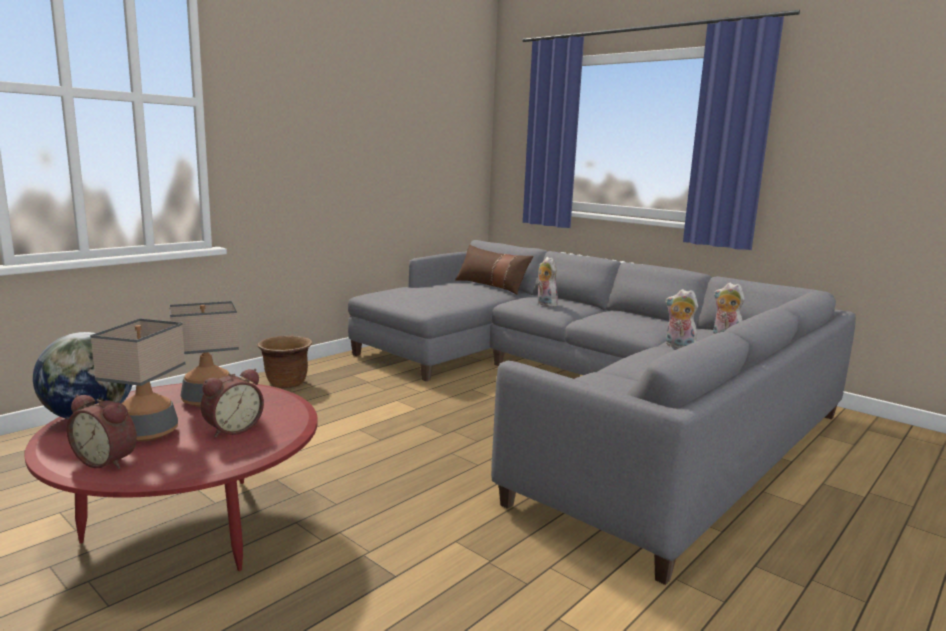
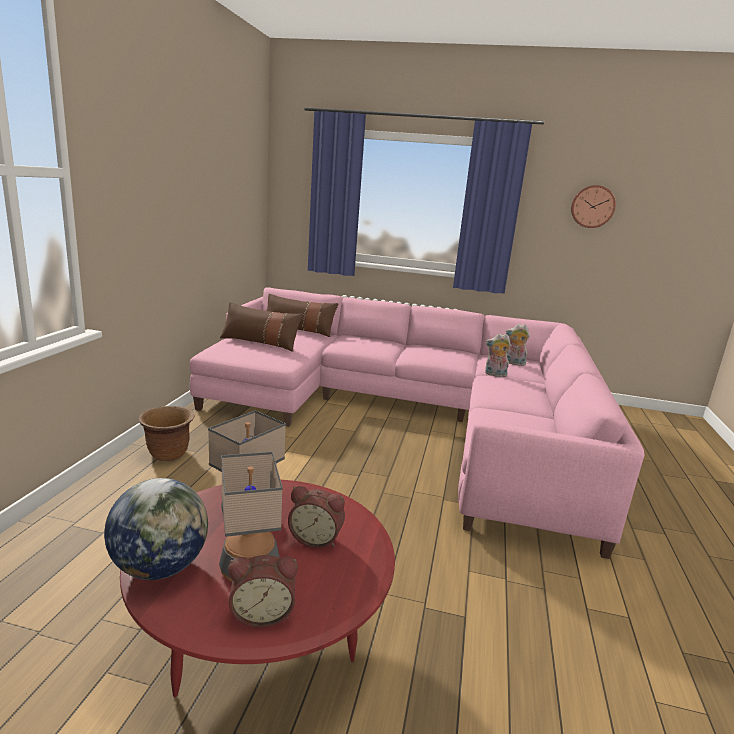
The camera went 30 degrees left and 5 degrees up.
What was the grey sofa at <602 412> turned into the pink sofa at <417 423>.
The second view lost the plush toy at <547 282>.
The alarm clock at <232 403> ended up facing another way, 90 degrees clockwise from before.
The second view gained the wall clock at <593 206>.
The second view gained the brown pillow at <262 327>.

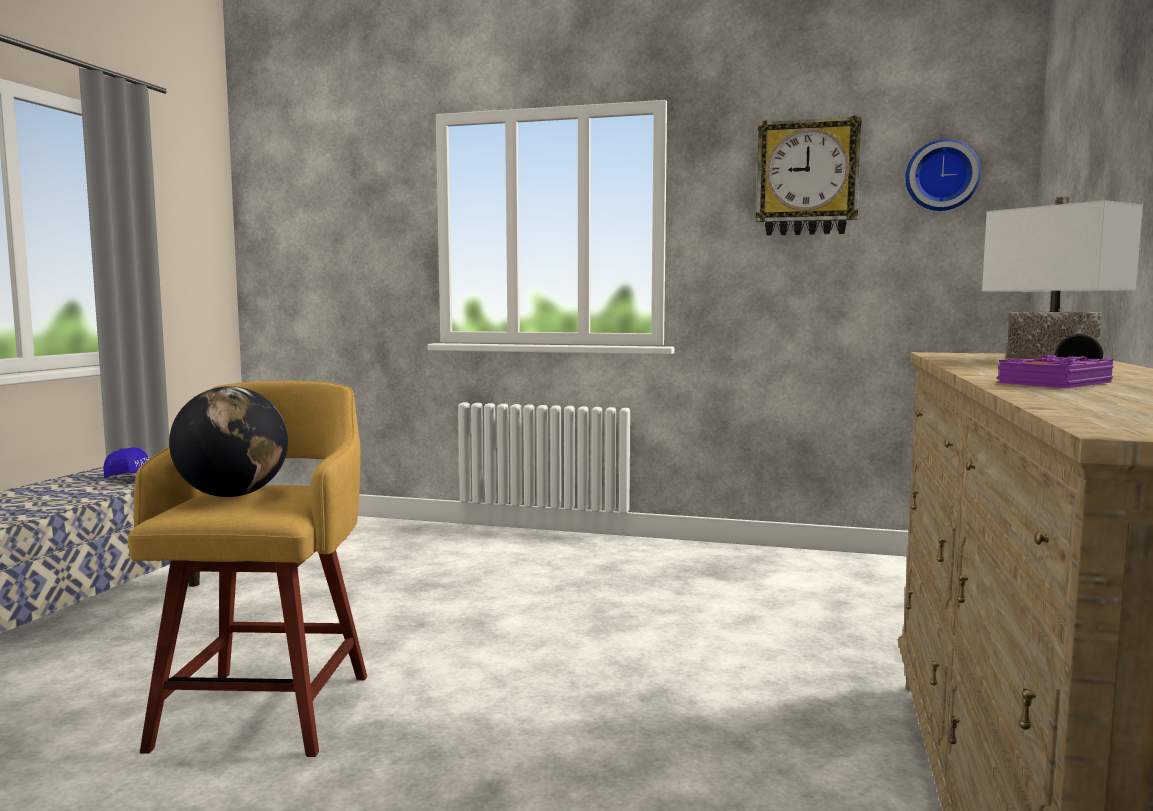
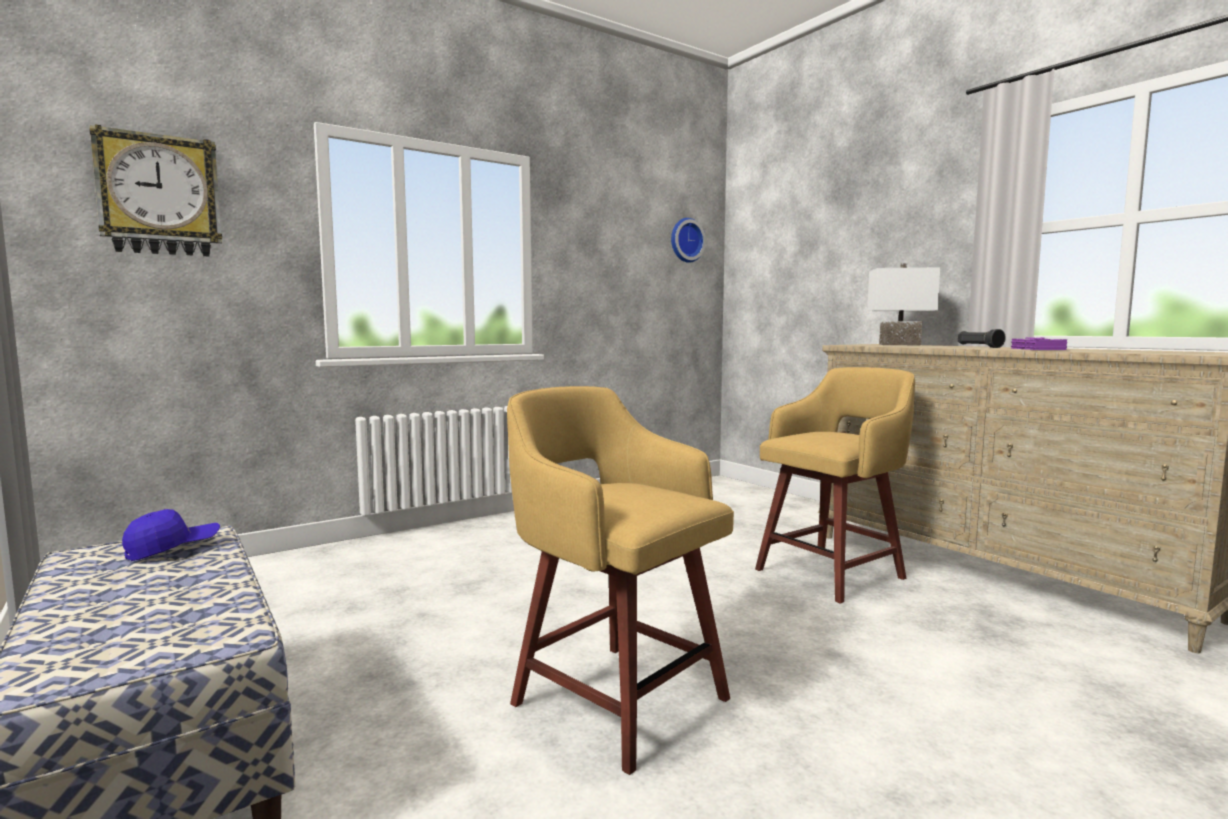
The camera went 50 degrees left and 0 degrees up.
The wall clock ended up elsewhere, having gone from <809 176> to <155 190>.
The second view lost the globe at <228 441>.
The second view gained the yellow stool at <835 485>.

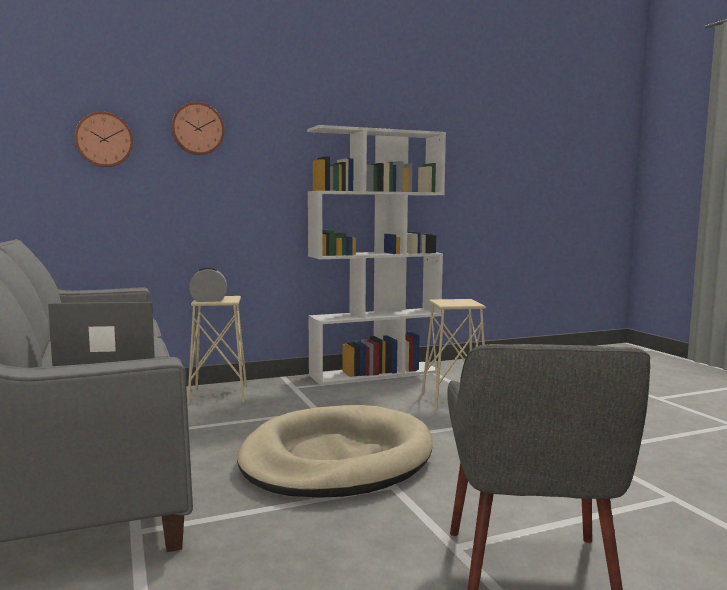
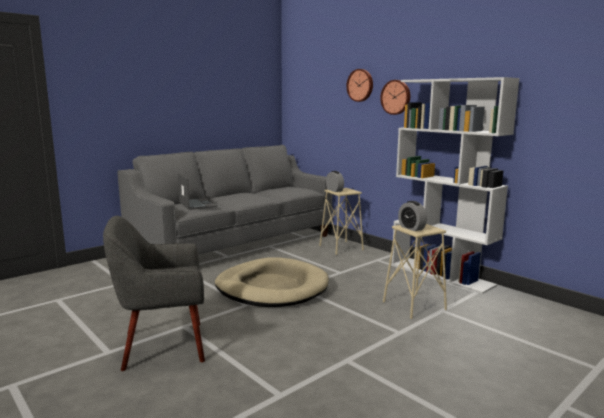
The camera went 70 degrees right and 5 degrees up.
The wall clock ended up elsewhere, having gone from <104 139> to <395 97>.
The second view gained the alarm clock at <412 216>.

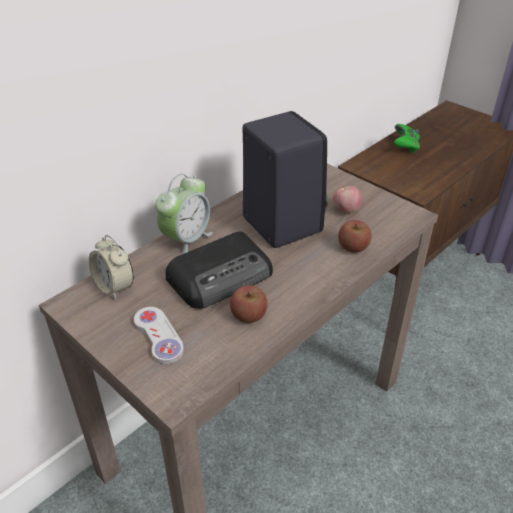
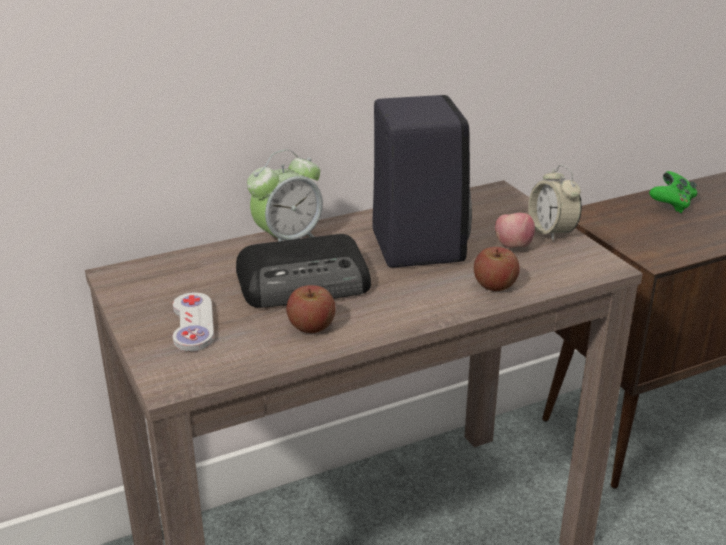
The camera went 20 degrees right and 10 degrees down.
The alarm clock ended up elsewhere, having gone from <111 267> to <555 202>.

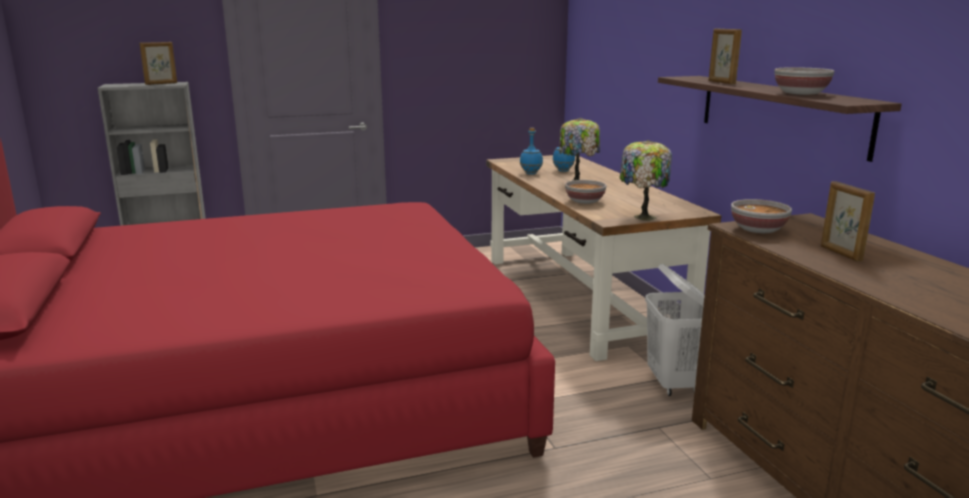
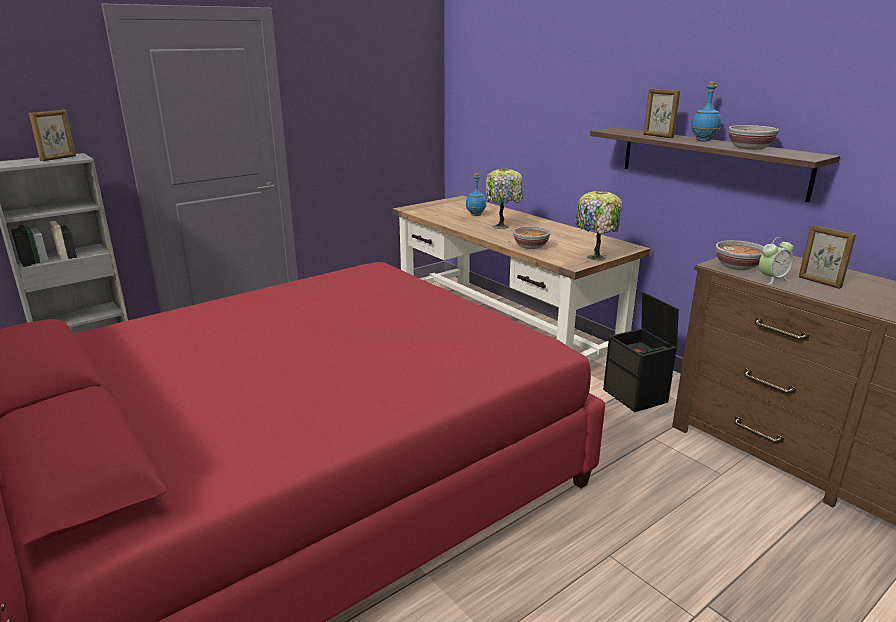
The camera went 20 degrees left and 5 degrees up.
The blue bottle ended up elsewhere, having gone from <531 151> to <705 112>.
Where the white laundry basket stood at <675 330>, the black storage box came to stand at <641 352>.
The second view gained the alarm clock at <776 261>.

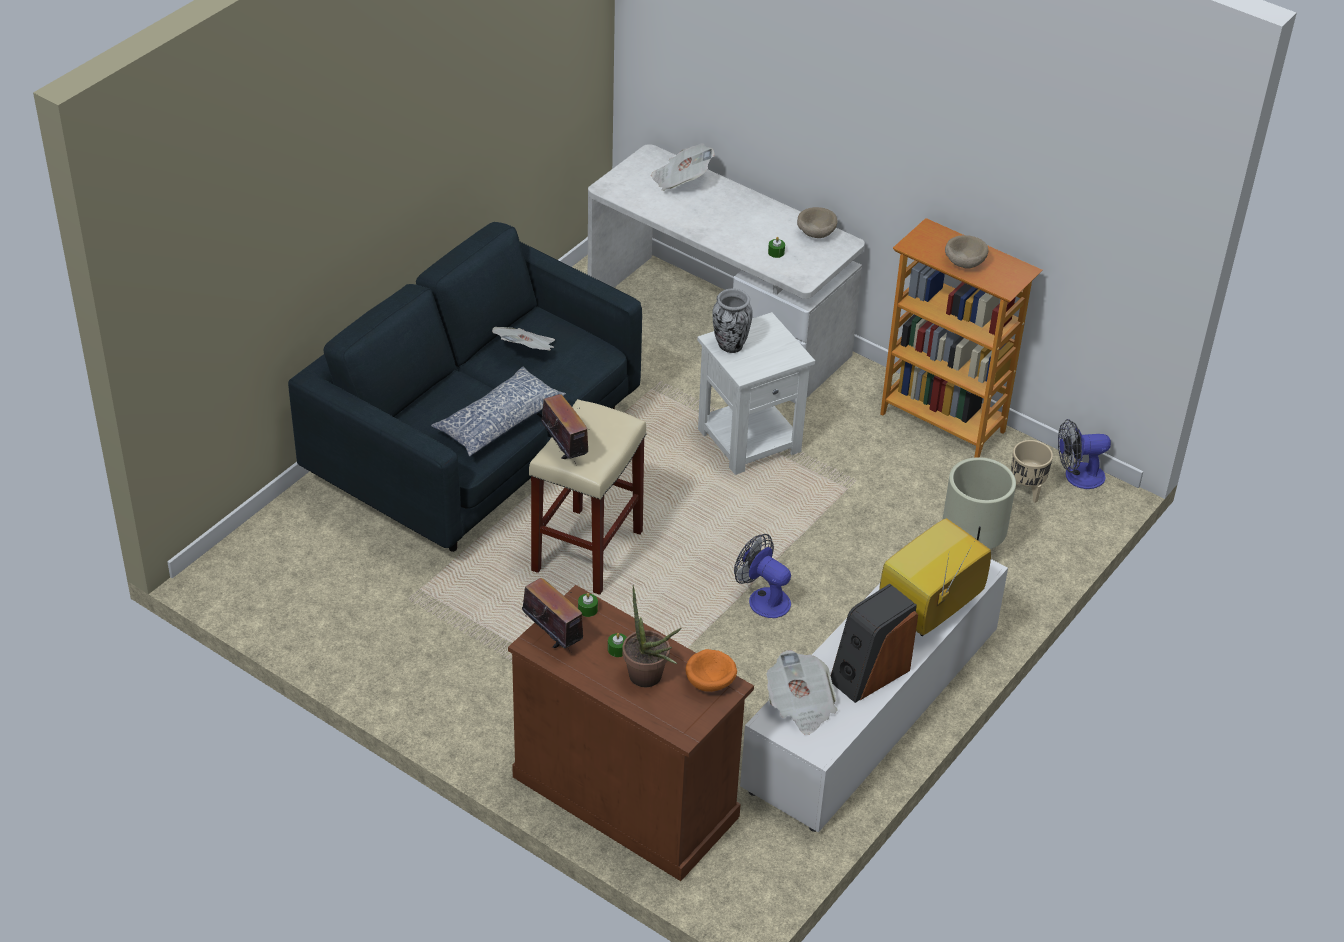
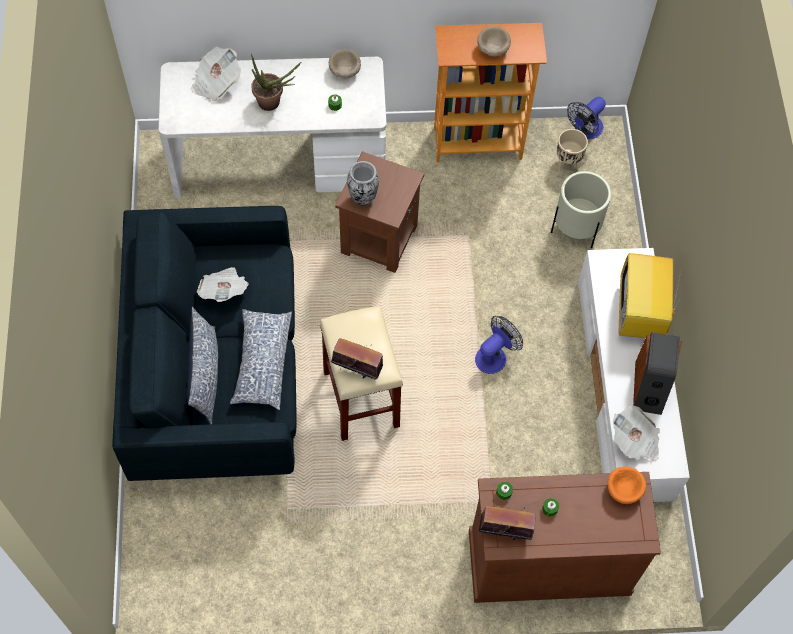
The camera went 40 degrees left and 20 degrees up.
What was the white side table at <756 393> turned into the brown side table at <379 212>.
The fan at <762 576> ended up facing another way, 135 degrees clockwise from before.
The potted plant ended up elsewhere, having gone from <652 635> to <276 82>.
The second view gained the pillow at <202 365>.

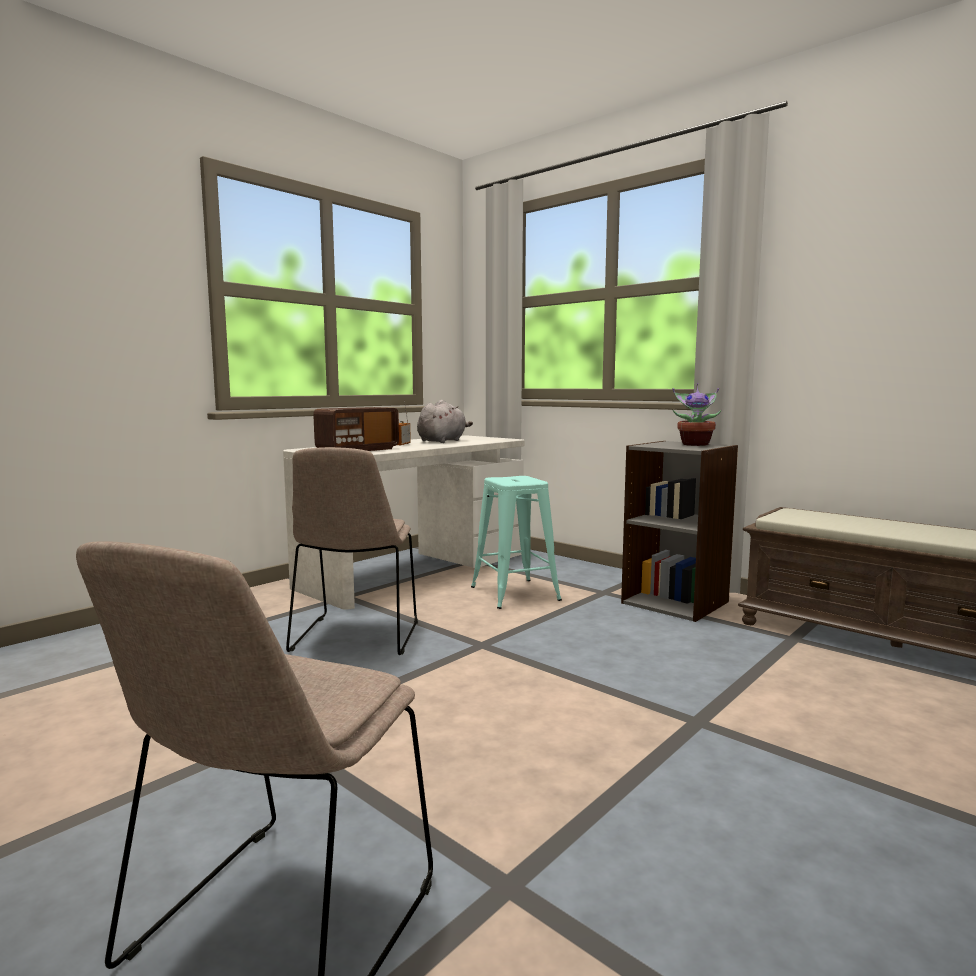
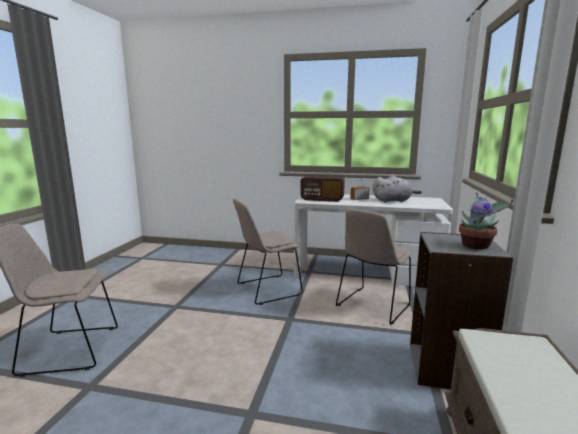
The camera went 60 degrees right and 5 degrees up.
Where the turquoise stool stood at <516 542>, the beige chair came to stand at <373 267>.

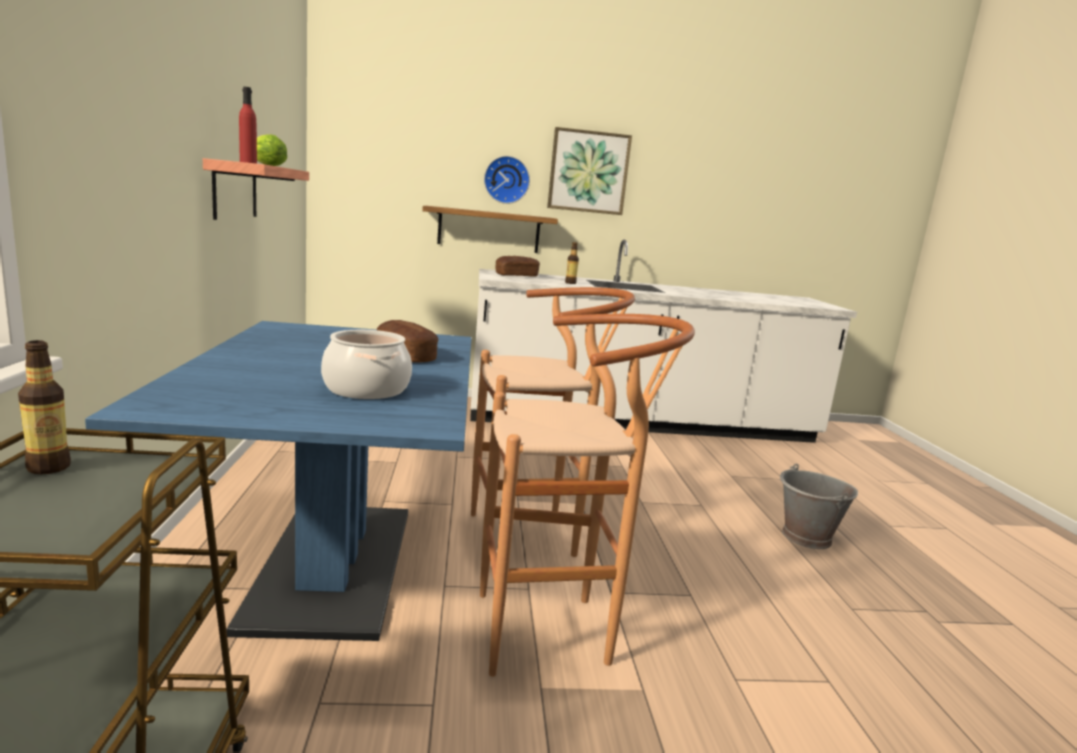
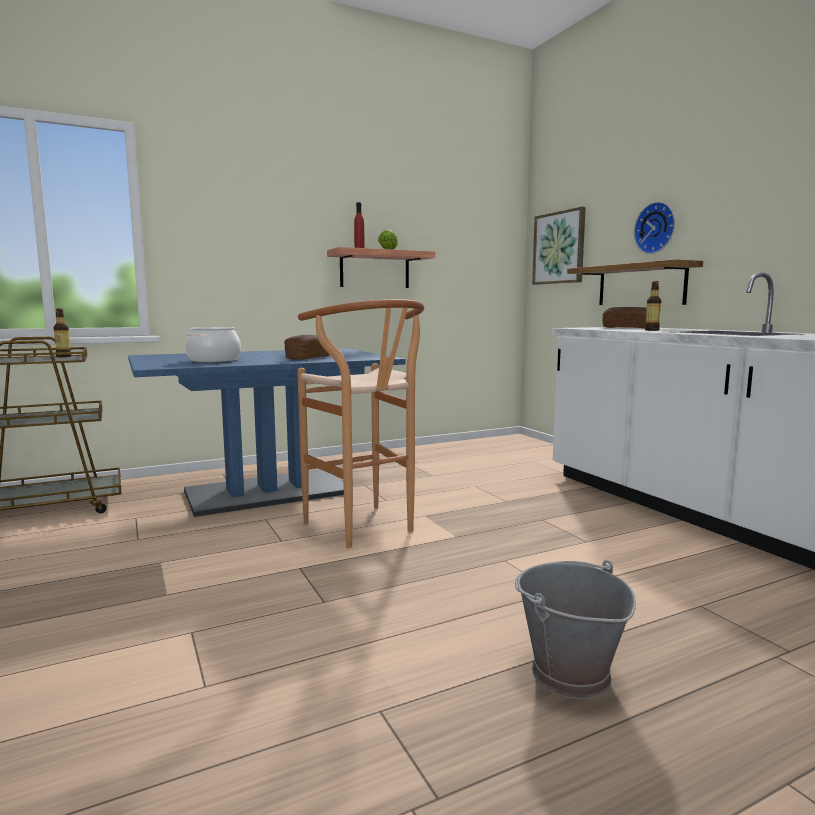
The camera went 70 degrees right and 5 degrees down.
The picture ended up elsewhere, having gone from <589 171> to <559 245>.
The second view lost the brown stool at <587 495>.

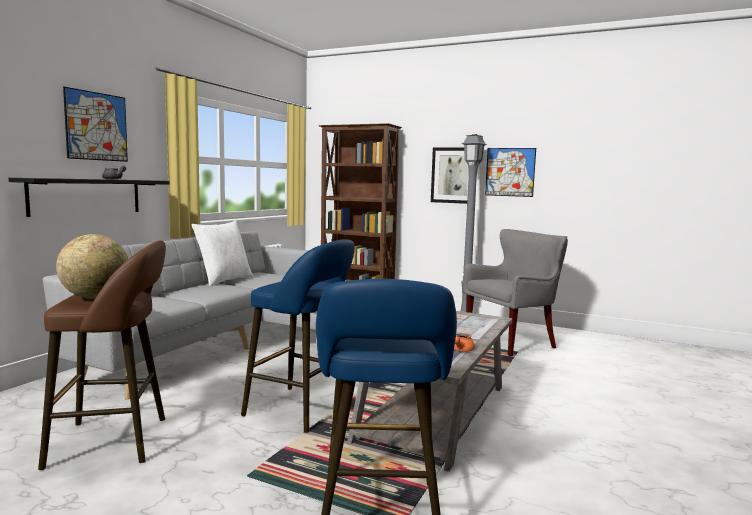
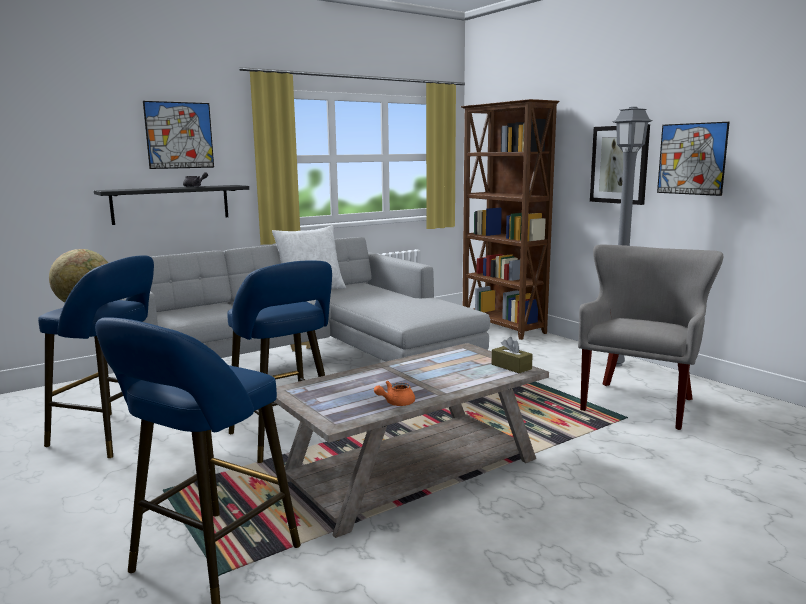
The camera went 30 degrees right and 5 degrees up.
The grey armchair at <515 292> ended up facing another way, 60 degrees counterclockwise from before.
What was the brown stool at <102 355> turned into the blue stool at <96 356>.
The second view gained the brown tissue box at <512 355>.

